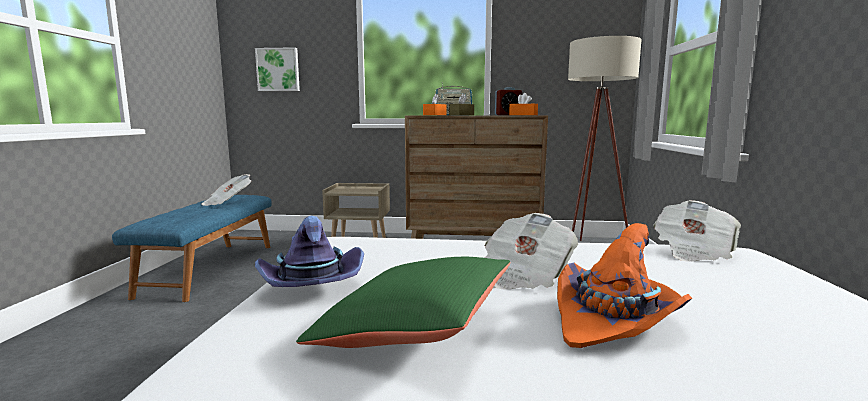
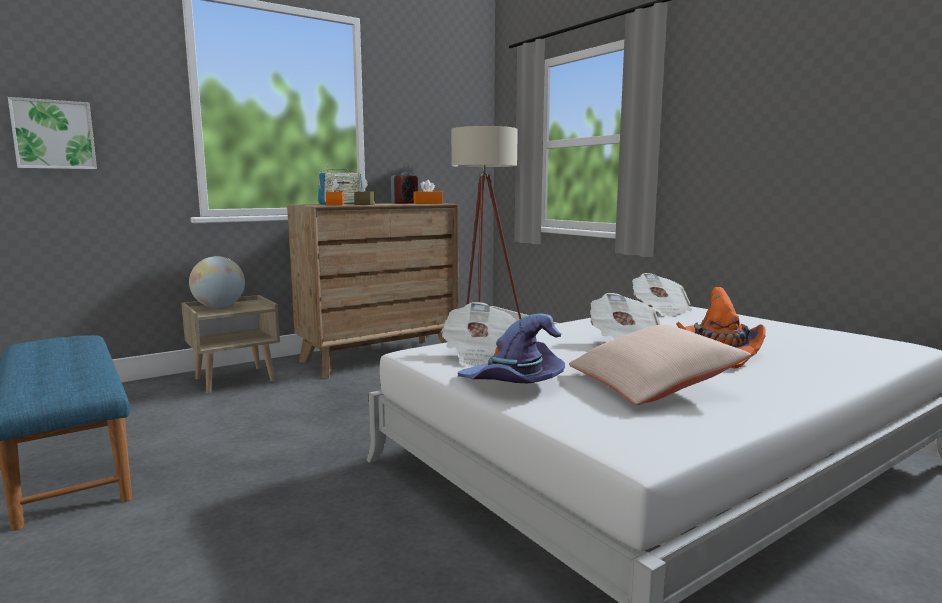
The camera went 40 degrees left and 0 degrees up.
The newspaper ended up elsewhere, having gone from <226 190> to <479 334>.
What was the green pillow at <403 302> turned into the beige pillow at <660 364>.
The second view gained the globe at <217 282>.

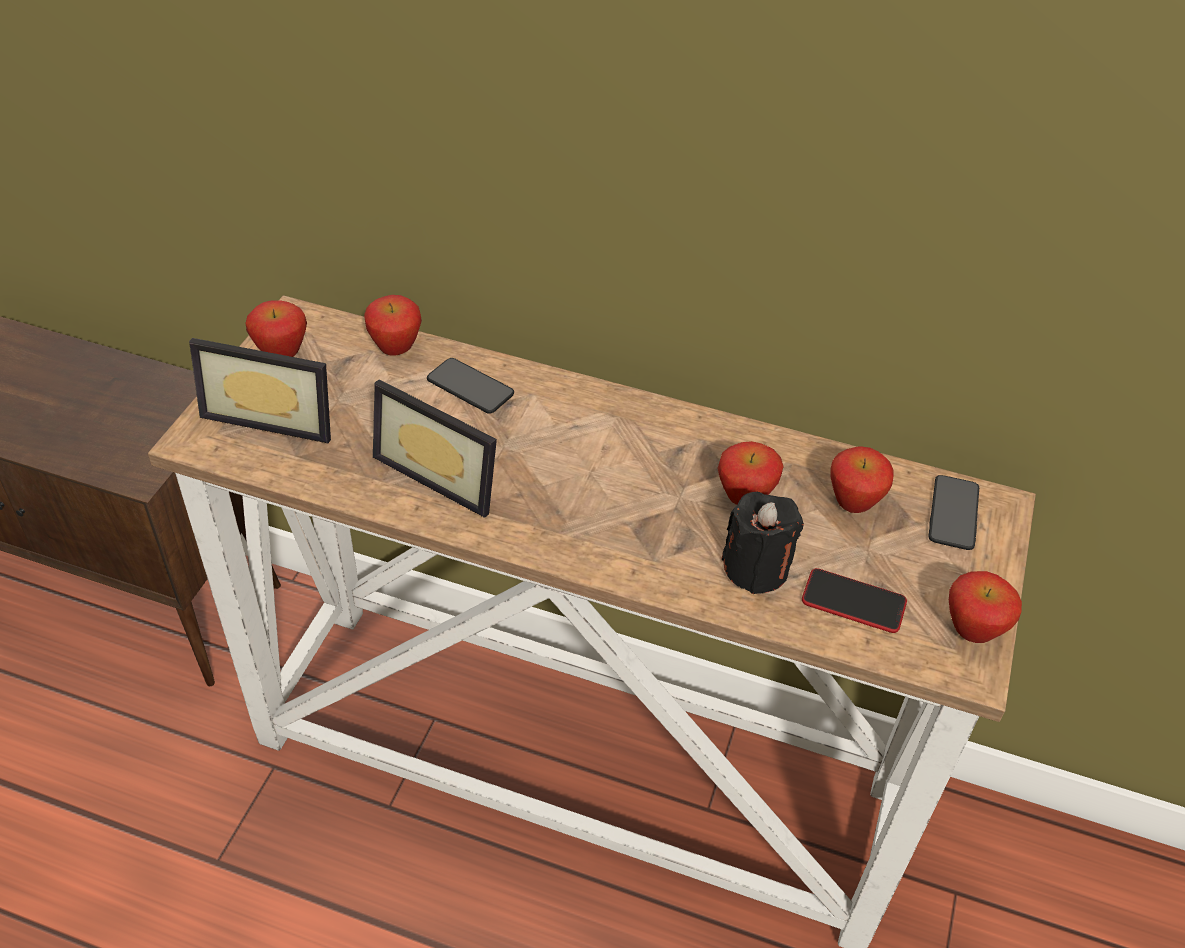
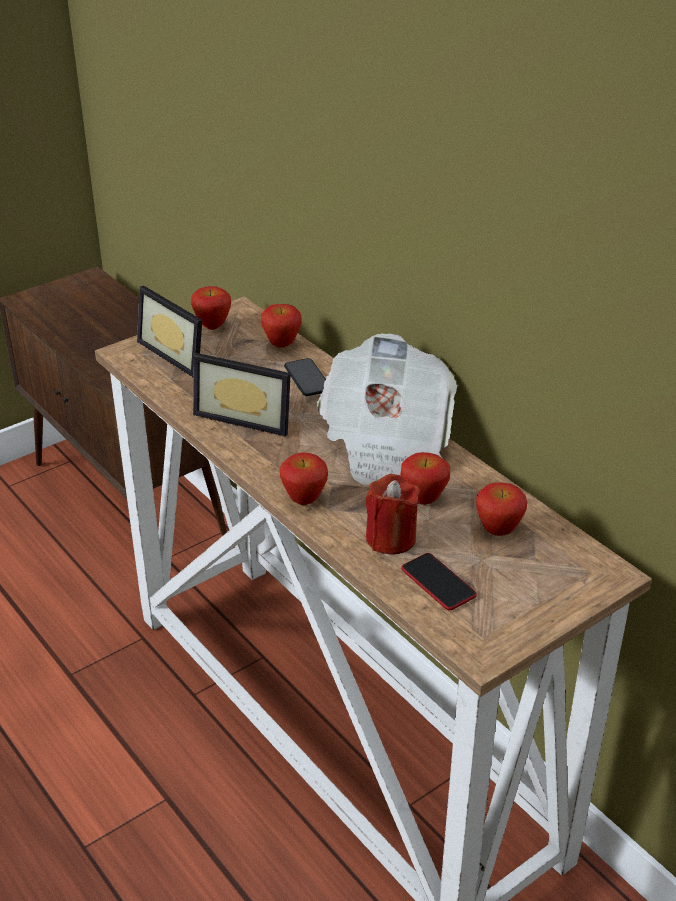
The camera went 35 degrees right and 10 degrees down.
The picture frame at <435 448> ended up facing another way, 45 degrees counterclockwise from before.
The second view lost the phone at <953 512>.
What was the black candle at <763 543> turned into the red candle at <393 514>.
The apple ended up elsewhere, having gone from <985 607> to <304 478>.
The second view gained the newspaper at <387 409>.

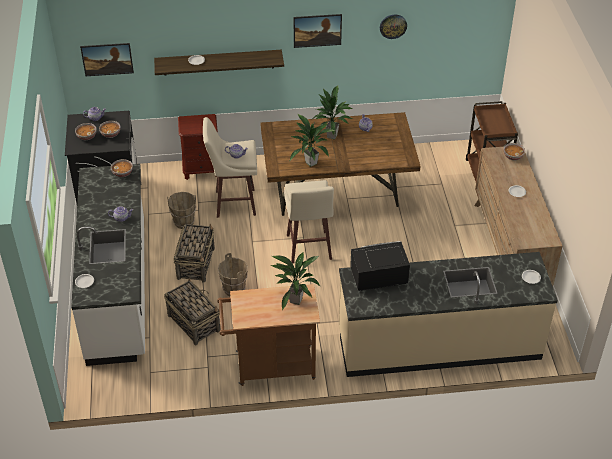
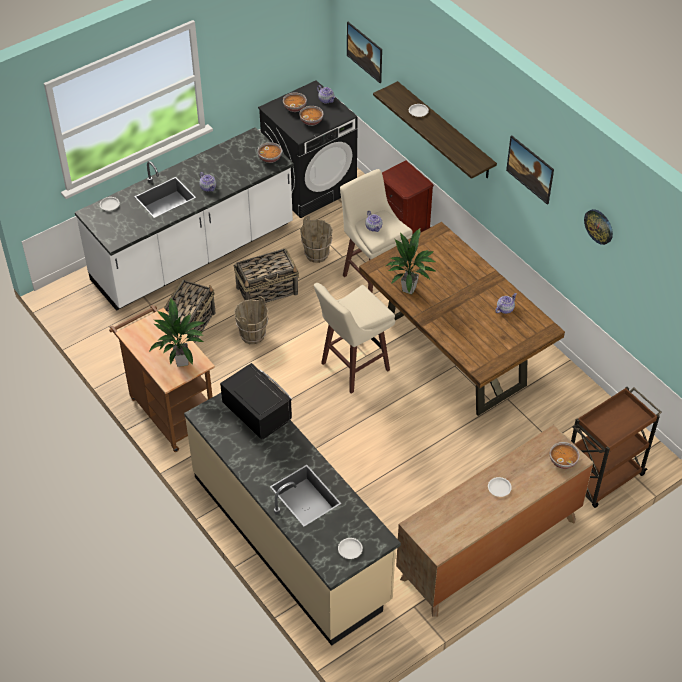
The camera went 60 degrees right and 5 degrees up.
The second view lost the potted plant at <333 112>.

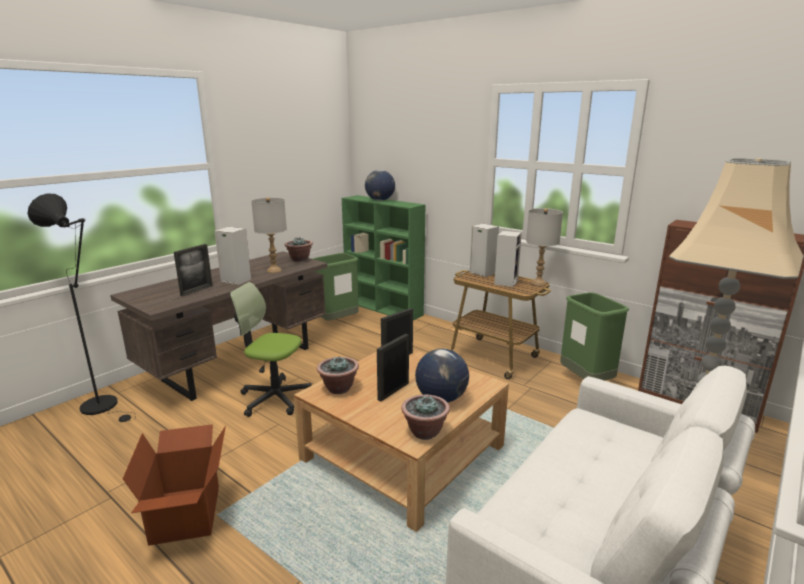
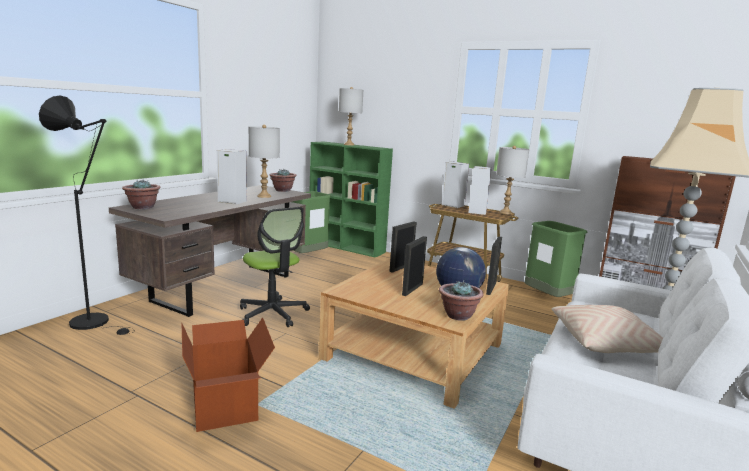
The camera went 10 degrees left and 5 degrees down.
Where the globe stood at <380 185>, the grey table lamp came to stand at <351 116>.
The picture frame ended up elsewhere, having gone from <193 270> to <494 265>.
The office chair at <271 349> ended up facing another way, 135 degrees counterclockwise from before.
The potted plant ended up elsewhere, having gone from <338 375> to <141 194>.
The second view gained the beige pillow at <607 329>.

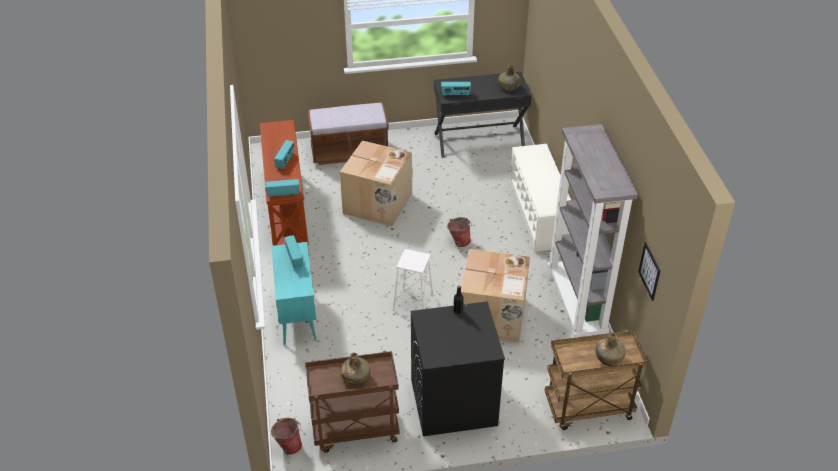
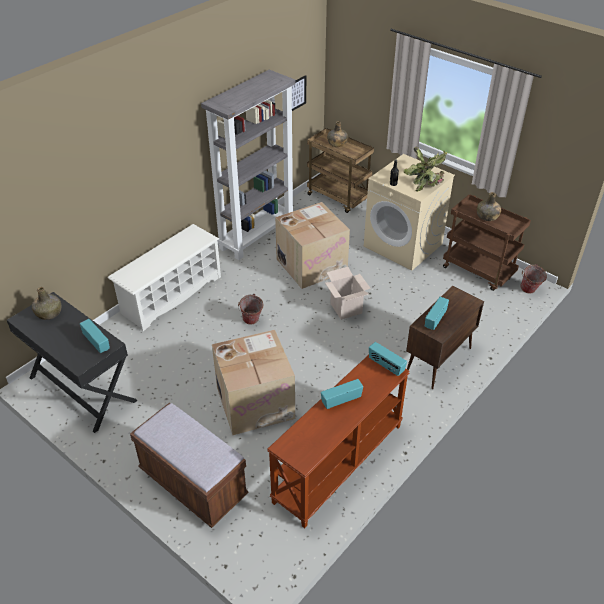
The camera went 130 degrees left and 0 degrees up.
What was the turquoise cabinet at <294 293> turned into the brown cabinet at <445 337>.
Where the white stool stood at <413 279>, the cardboard box came to stand at <348 293>.
What was the black washing machine at <458 368> turned into the beige washing machine at <409 212>.
The second view gained the potted plant at <425 169>.

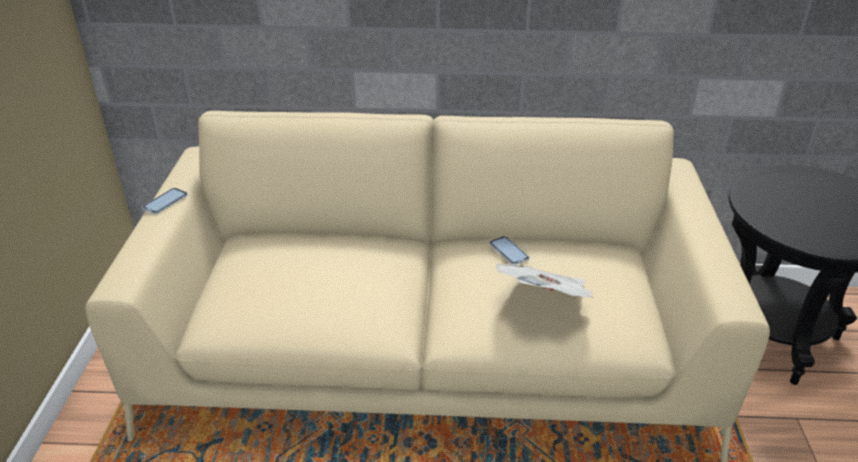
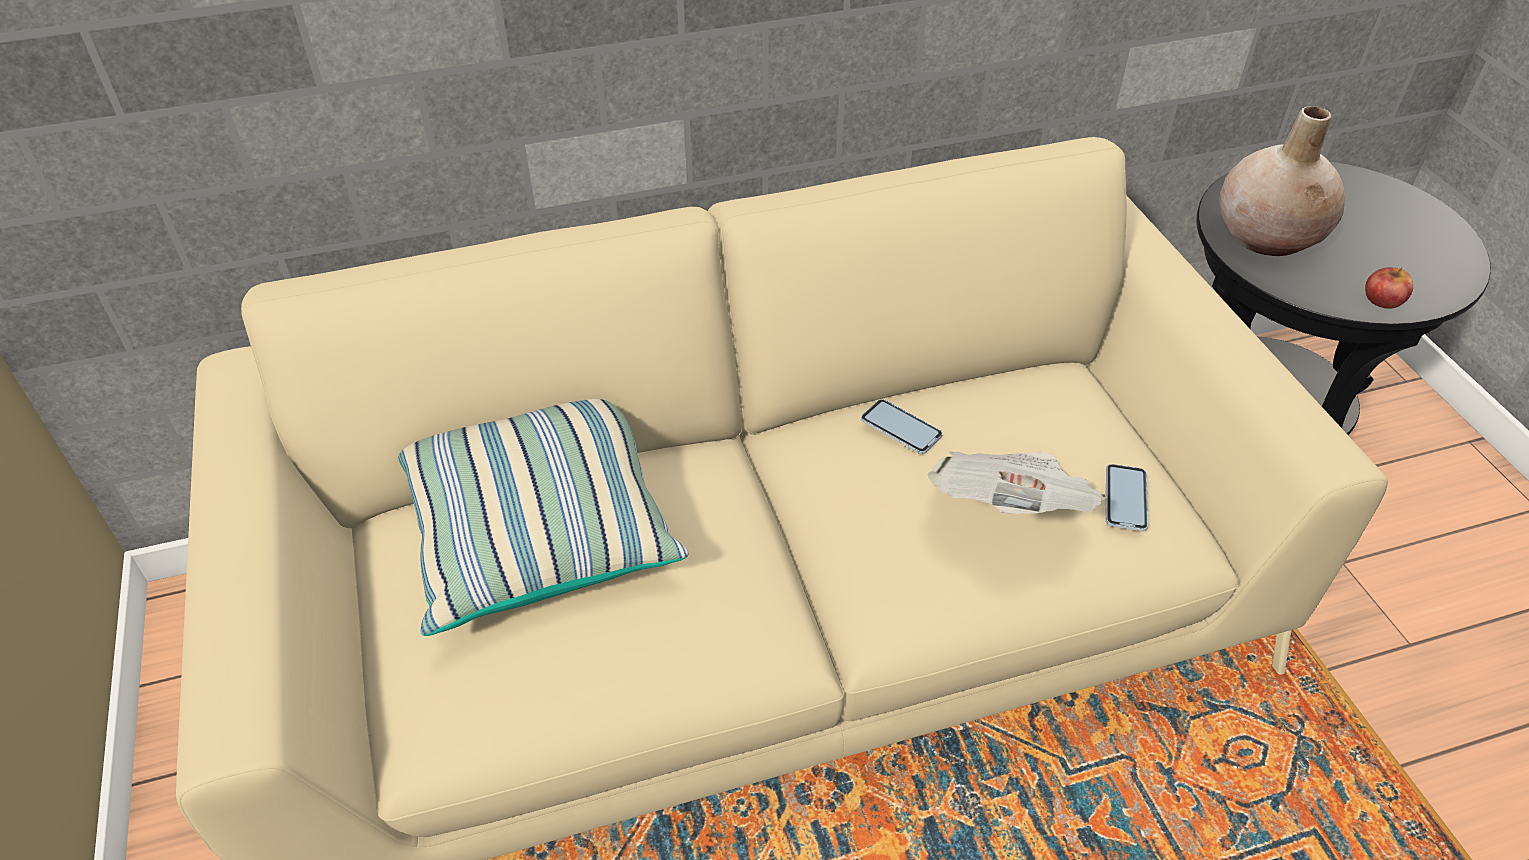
The camera went 20 degrees left and 10 degrees up.
The phone ended up elsewhere, having gone from <165 201> to <1127 497>.
The second view gained the beige vase at <1282 181>.
The second view gained the apple at <1389 288>.
The second view gained the pillow at <543 517>.

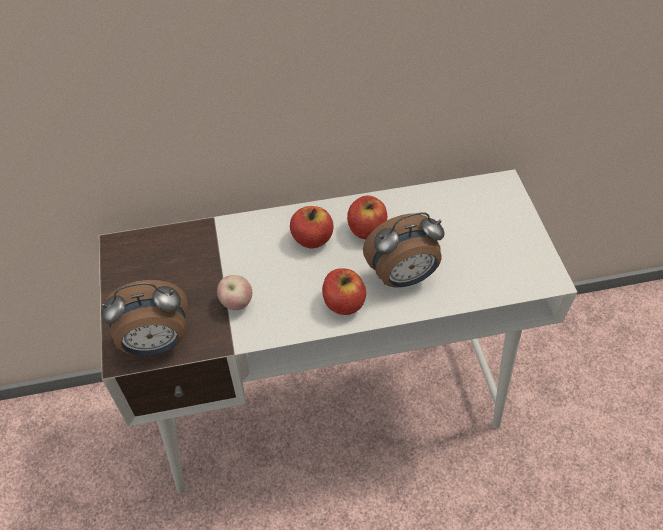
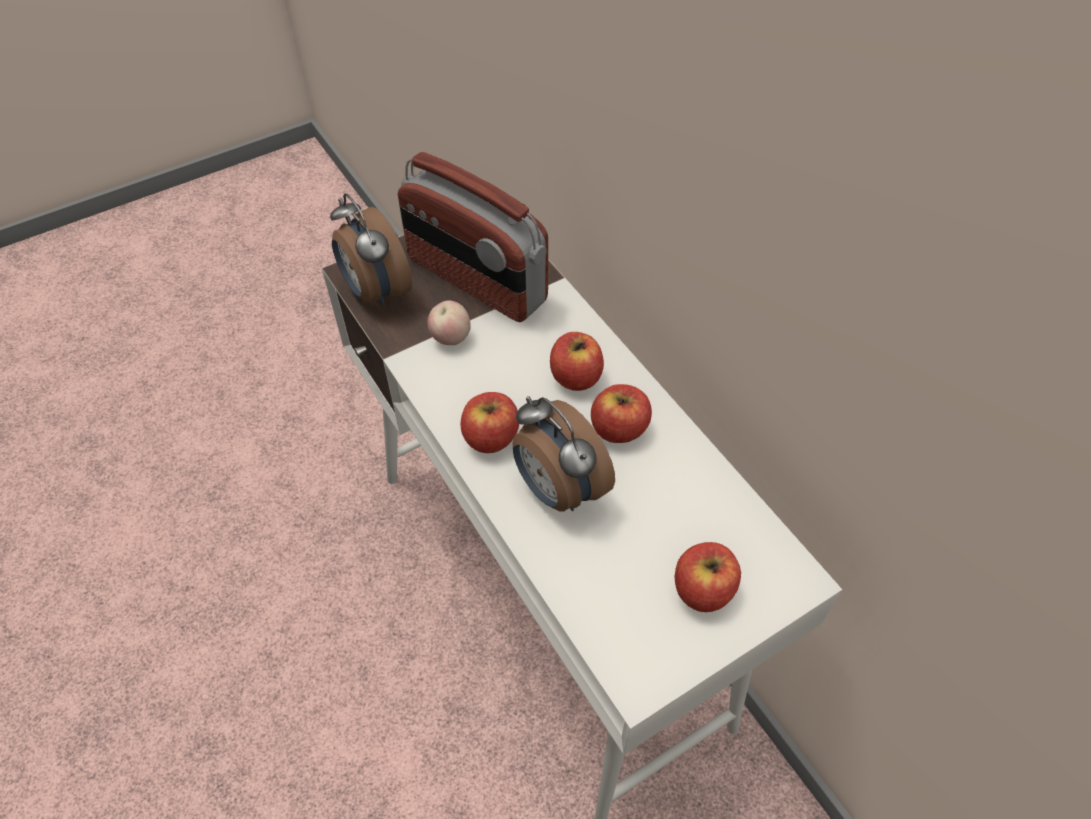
The camera went 70 degrees right and 0 degrees up.
The second view gained the radio at <473 237>.
The second view gained the apple at <708 577>.

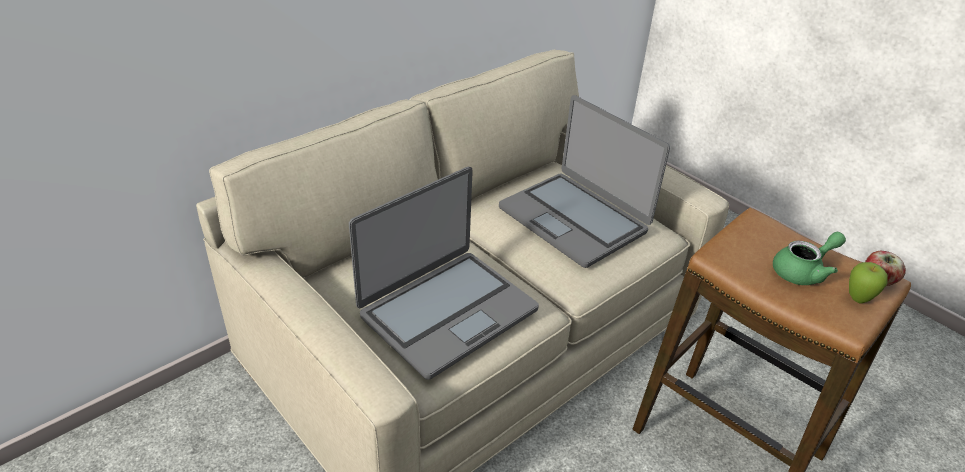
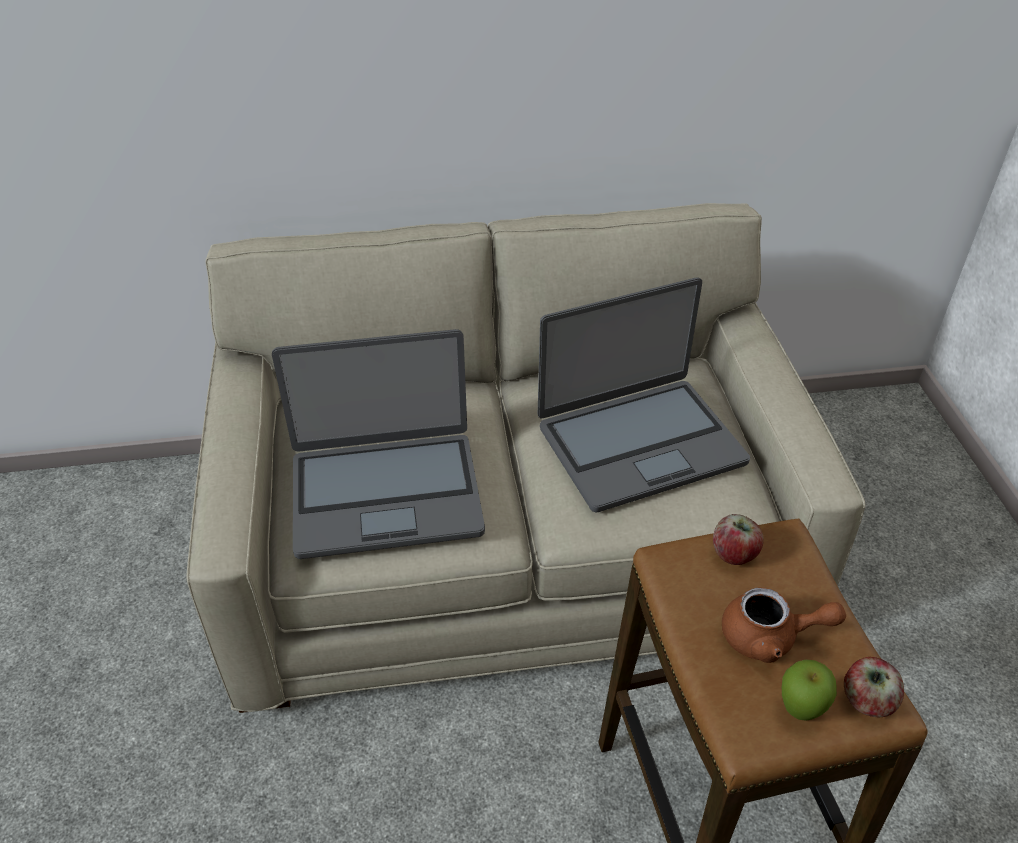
The camera went 35 degrees right and 5 degrees up.
The laptop at <584 181> ended up facing another way, 105 degrees counterclockwise from before.
What was the green teapot at <809 258> turned into the brown teapot at <784 625>.
The second view gained the apple at <738 539>.

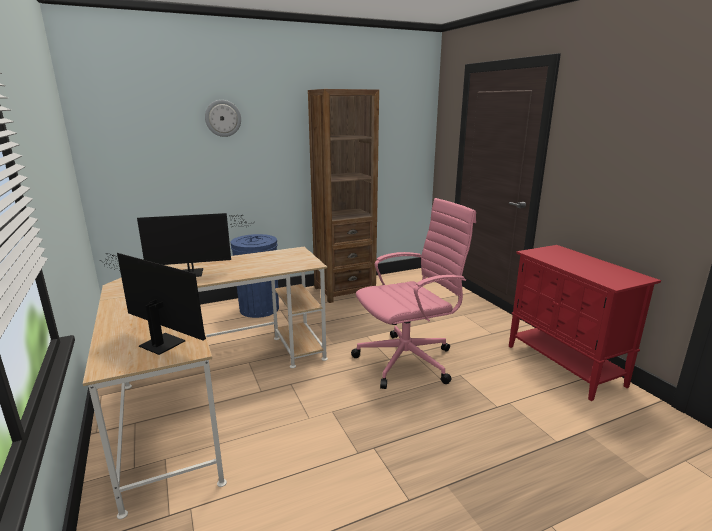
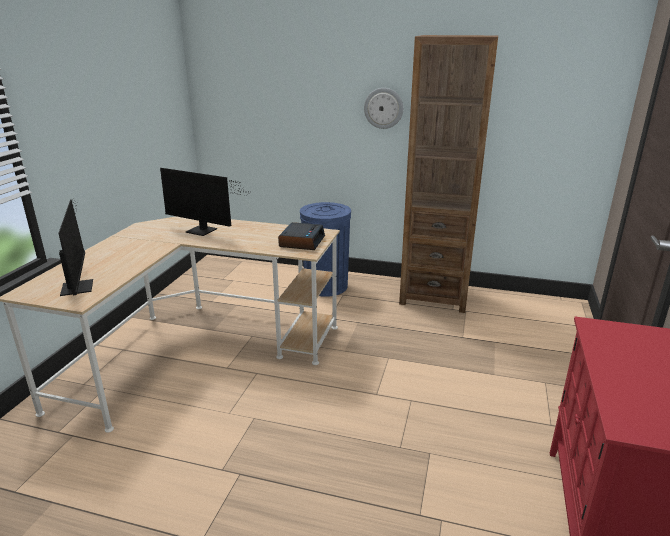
The camera went 40 degrees right and 5 degrees up.
The wall clock ended up elsewhere, having gone from <223 118> to <383 108>.
The second view lost the pink office chair at <413 293>.
The second view gained the alarm clock at <301 236>.

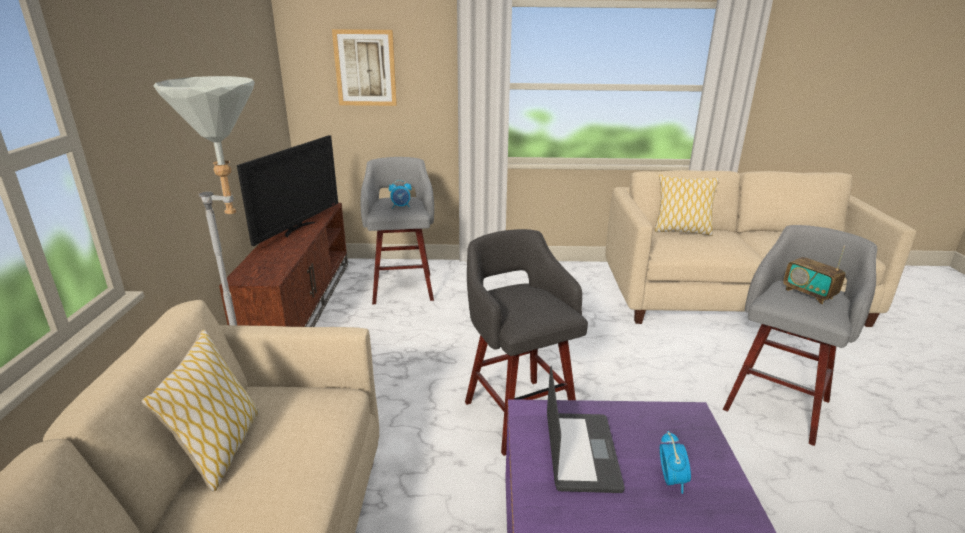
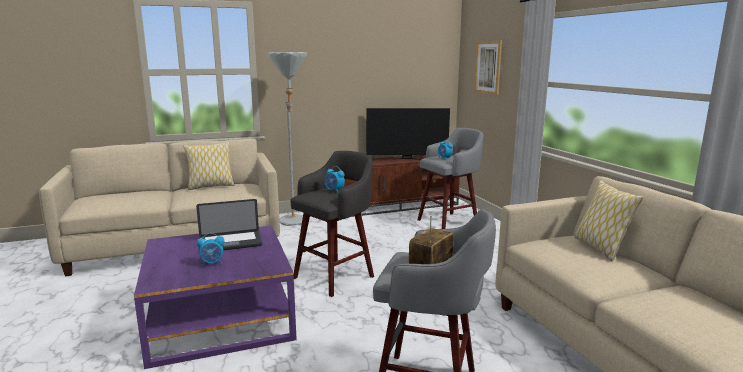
The camera went 70 degrees right and 10 degrees down.
The second view gained the alarm clock at <335 179>.

